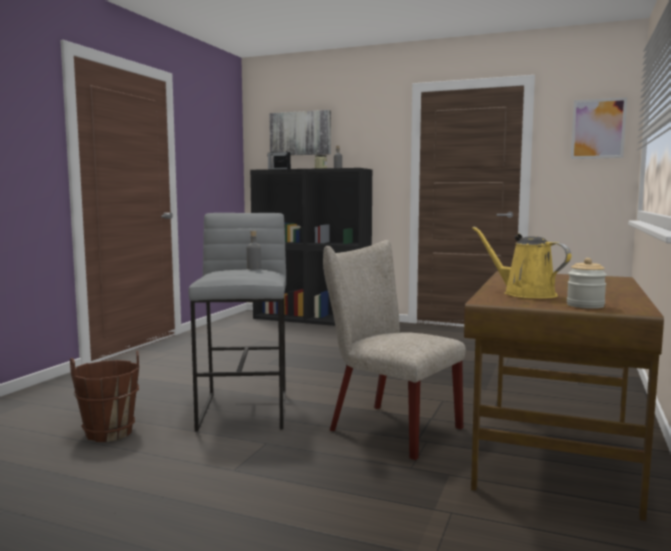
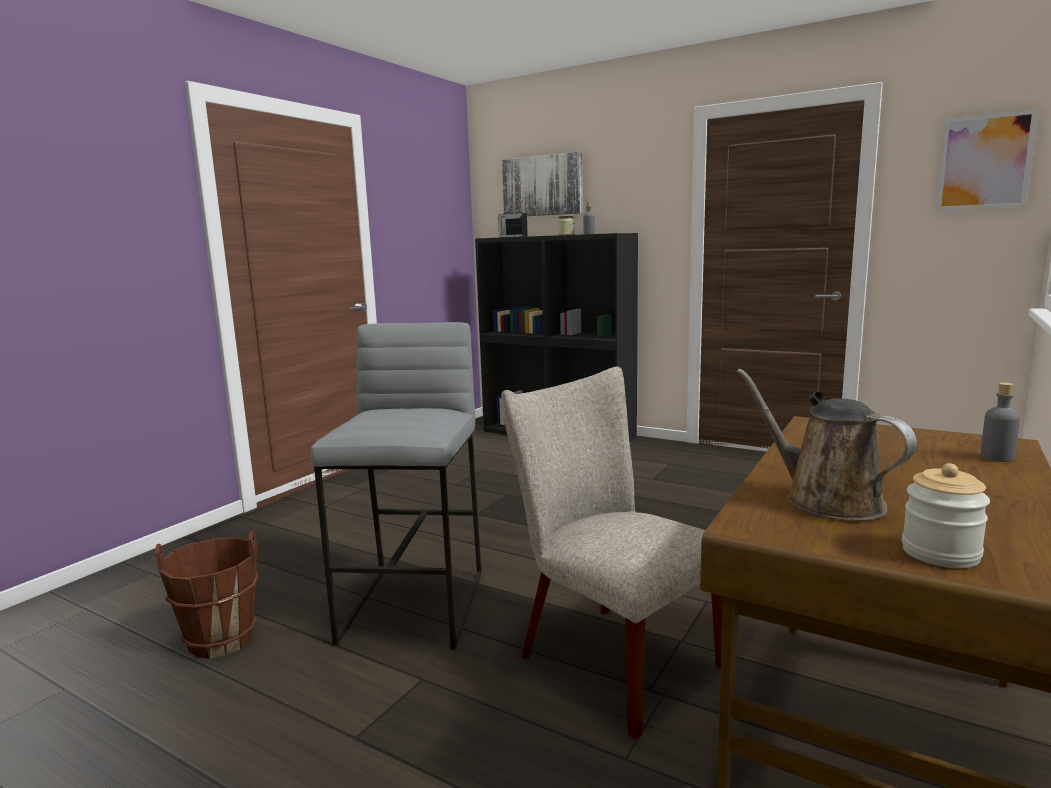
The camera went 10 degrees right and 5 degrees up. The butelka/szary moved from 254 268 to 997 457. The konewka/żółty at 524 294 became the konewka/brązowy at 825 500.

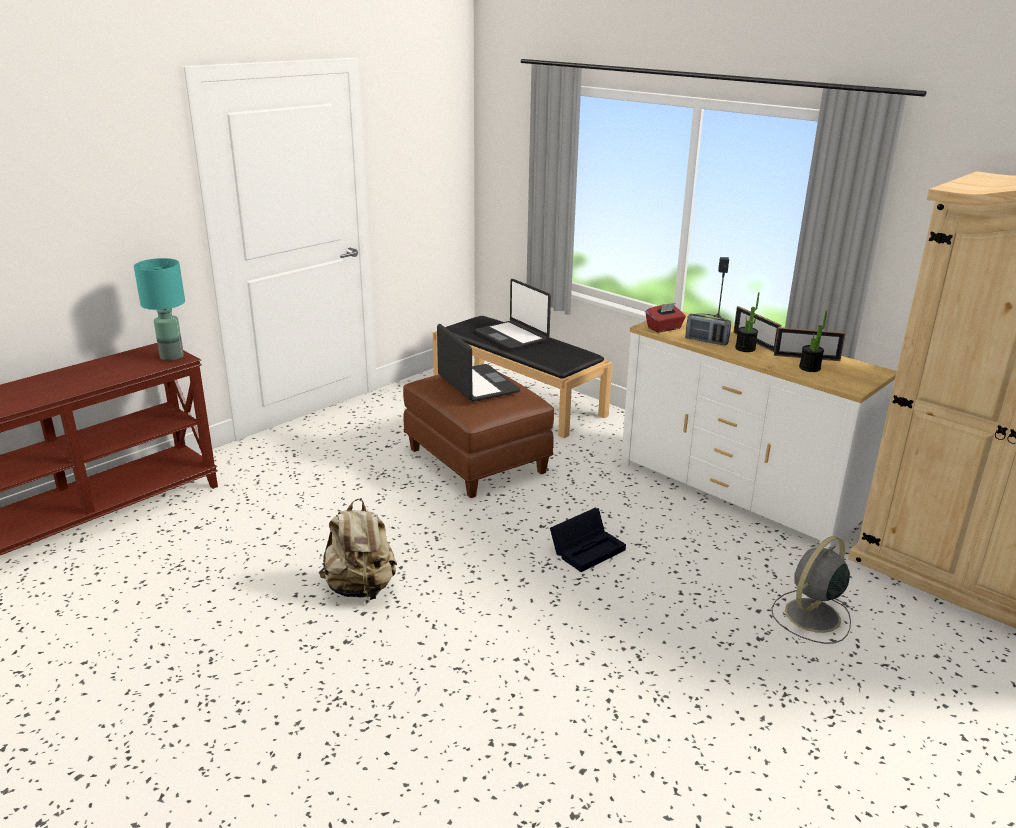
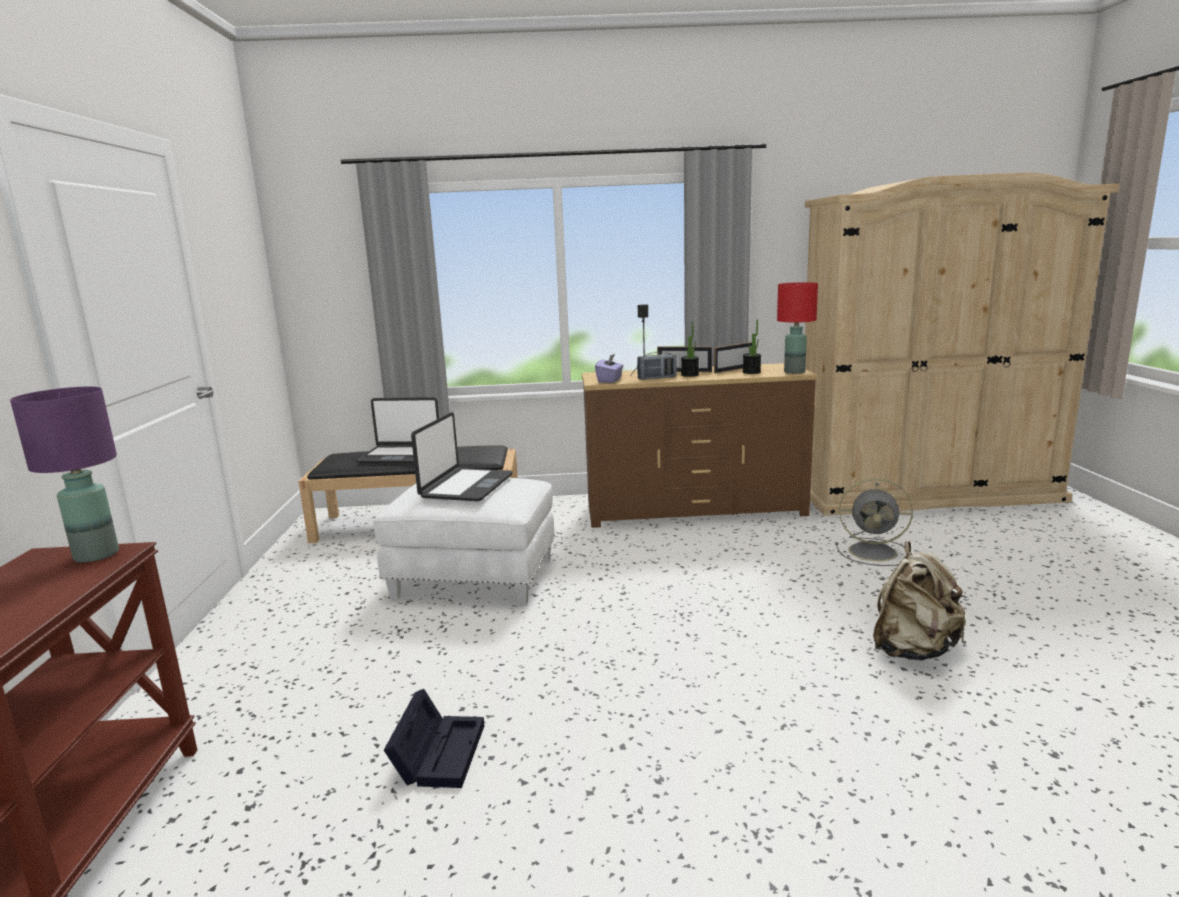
The camera went 45 degrees left and 10 degrees down. The lampa stołowa/turkusowy at 172 356 became the lampa stołowa/fioletowy at 97 554. The plecak/beżowy moved from 361 588 to 913 650. The pufa/brązowy at 475 460 became the pufa/biały at 472 578. The laptop at 477 385 turned 90 degrees clockwise. The pojemnik do przechowywania/czarny moved from 588 549 to 439 751. The komoda/biały at 736 490 became the komoda/brązowy at 694 510. The pudełko chusteczek/czerwony at 664 328 became the pudełko chusteczek/fioletowy at 610 380. The wentylator/szary at 811 616 turned 75 degrees counterclockwise. The lampa stołowa/czerwony at 794 372 appeared.

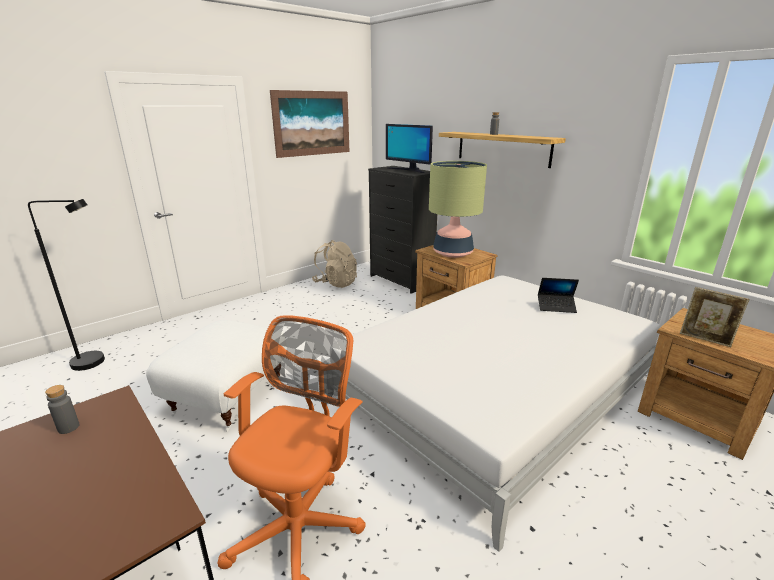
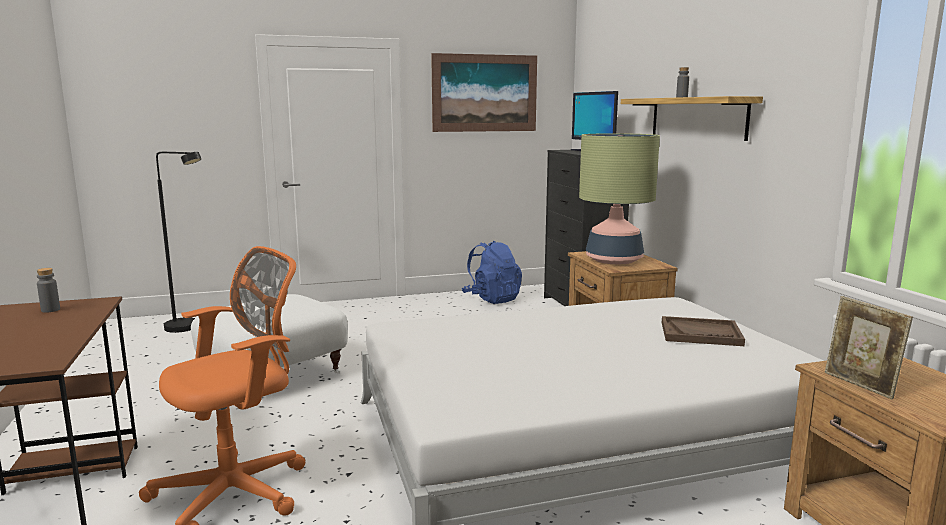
The camera went 25 degrees right and 10 degrees down. The plecak/beżowy at 336 283 became the plecak/niebieski at 492 299. The laptop at 556 307 was replaced by the taca/brązowy at 701 333.

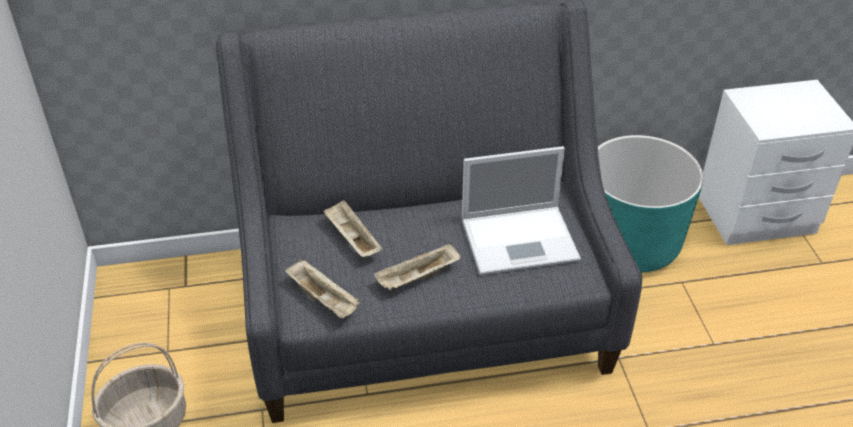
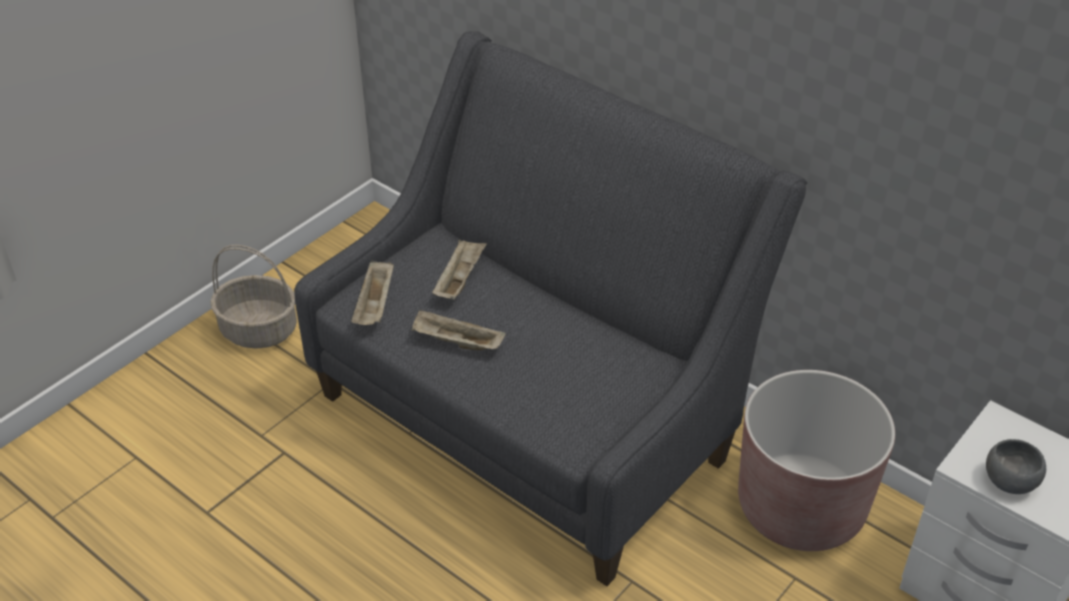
The camera went 50 degrees right and 0 degrees up. The laptop at 521 239 disappeared. The donica/turkusowy at 630 244 became the donica/brązowy at 800 507. The miska/szary at 1010 480 appeared.

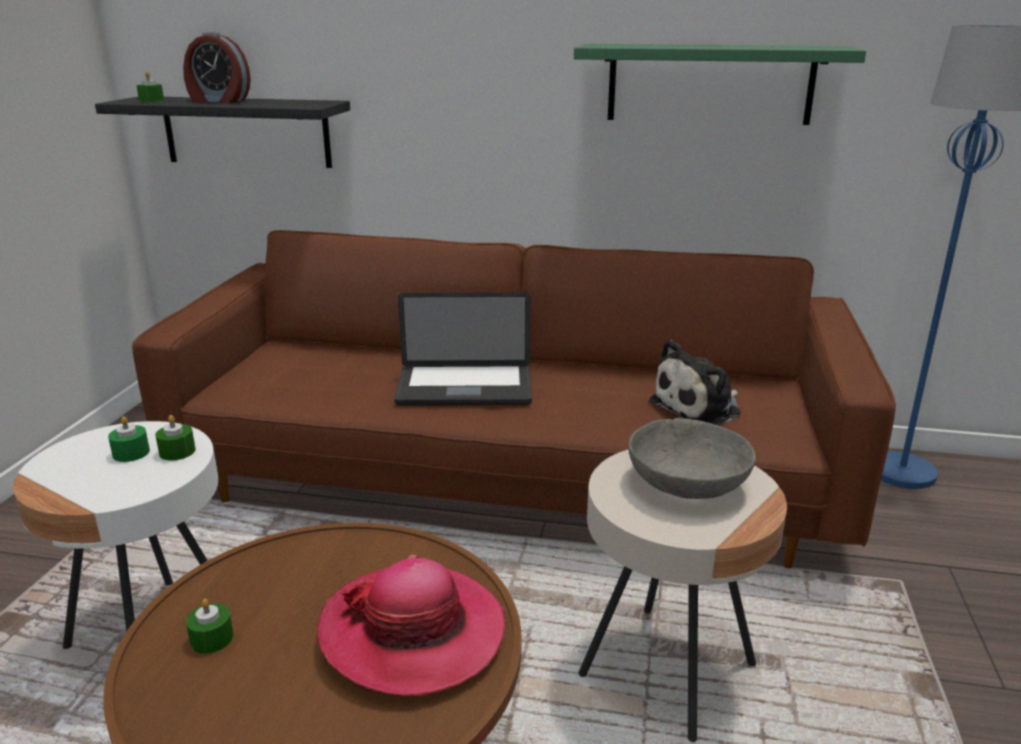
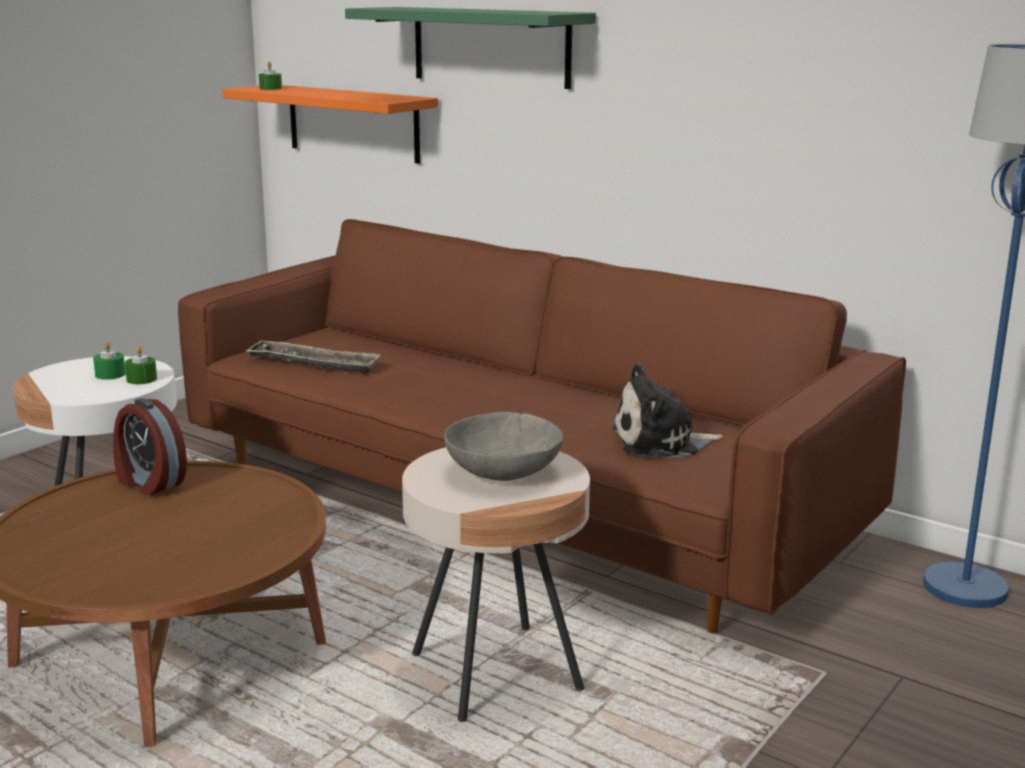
The camera went 25 degrees right and 5 degrees down. The półka/czarny at 246 132 became the półka/pomarańczowy at 353 123. The budzik moved from 218 101 to 149 482. The świeca/zielony at 212 638 disappeared. The kapelusz at 413 632 disappeared. The laptop at 464 388 disappeared. The półka/zielony moved from 709 84 to 490 46. The taca at 313 364 appeared.

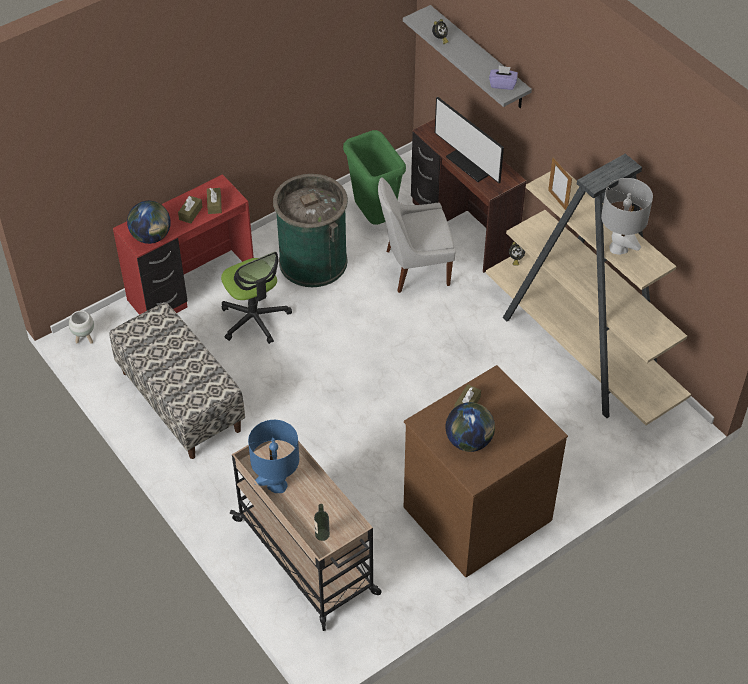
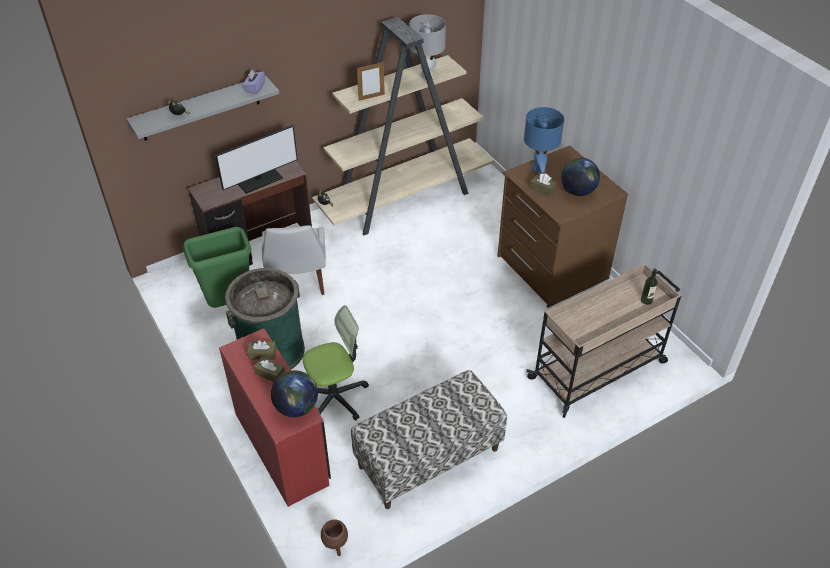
The camera went 85 degrees left and 5 degrees down. The donica/biały at 84 339 became the donica/brązowy at 335 547. The lampa stołowa/niebieski moved from 277 485 to 538 168.

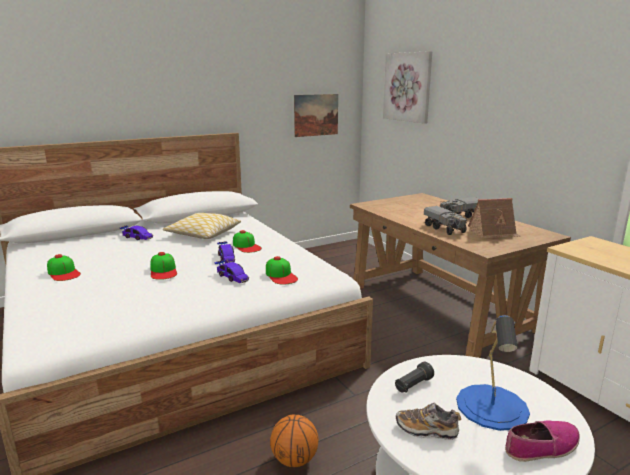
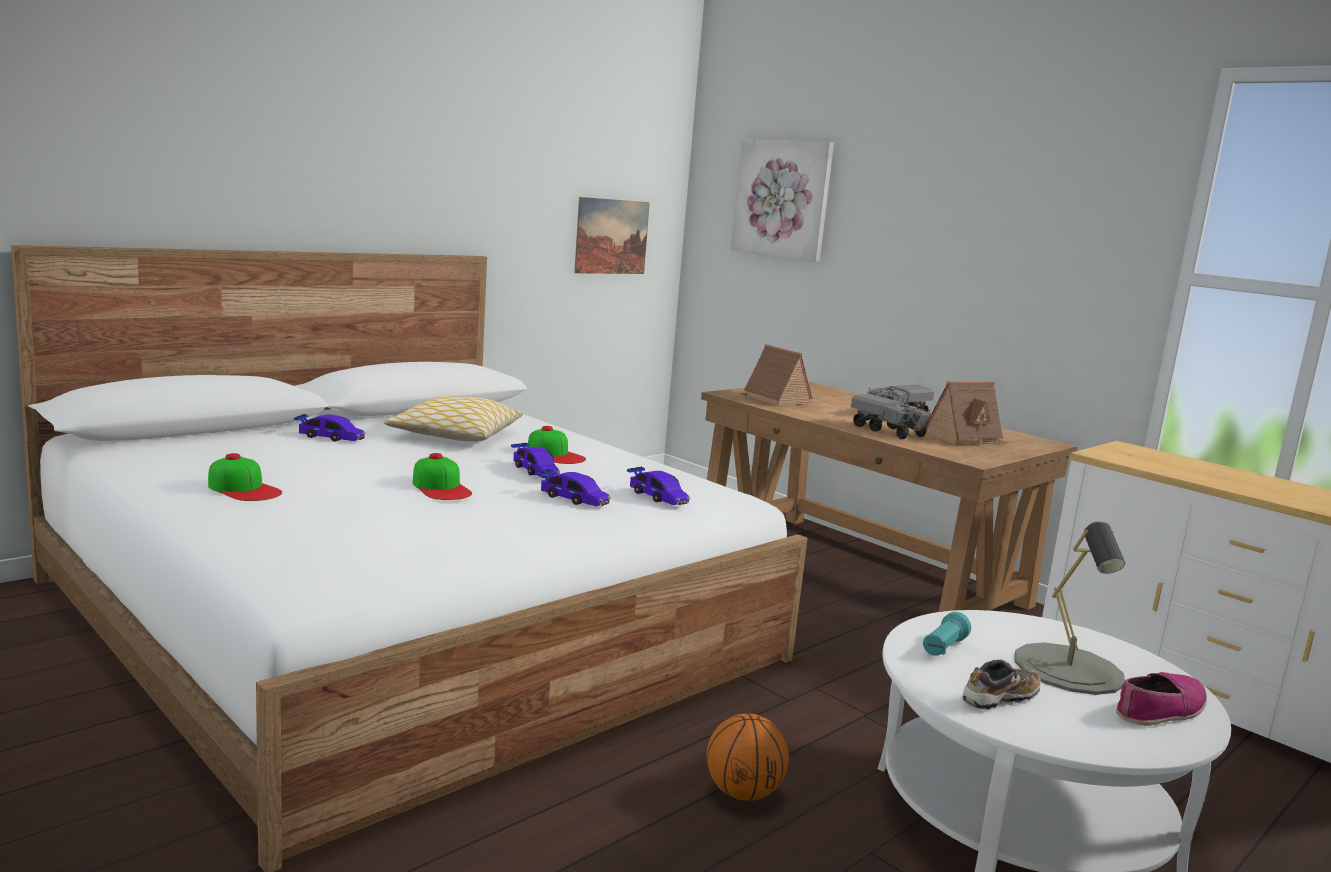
The camera went 15 degrees left and 5 degrees down. The czapka z daszkiem at 281 275 was replaced by the samochodzik at 657 496. The latarka/czarny at 413 385 became the latarka/turkusowy at 943 648. The but at 426 430 turned 150 degrees clockwise. The lampa stołowa/niebieski at 492 407 became the lampa stołowa/szary at 1068 669. The domek at 774 399 appeared.

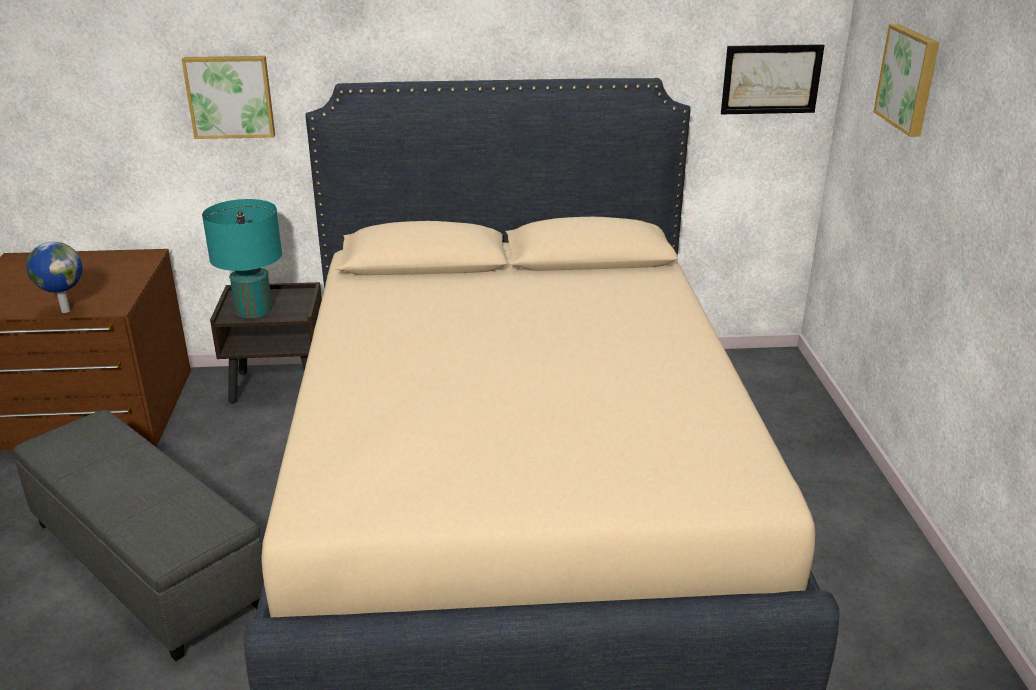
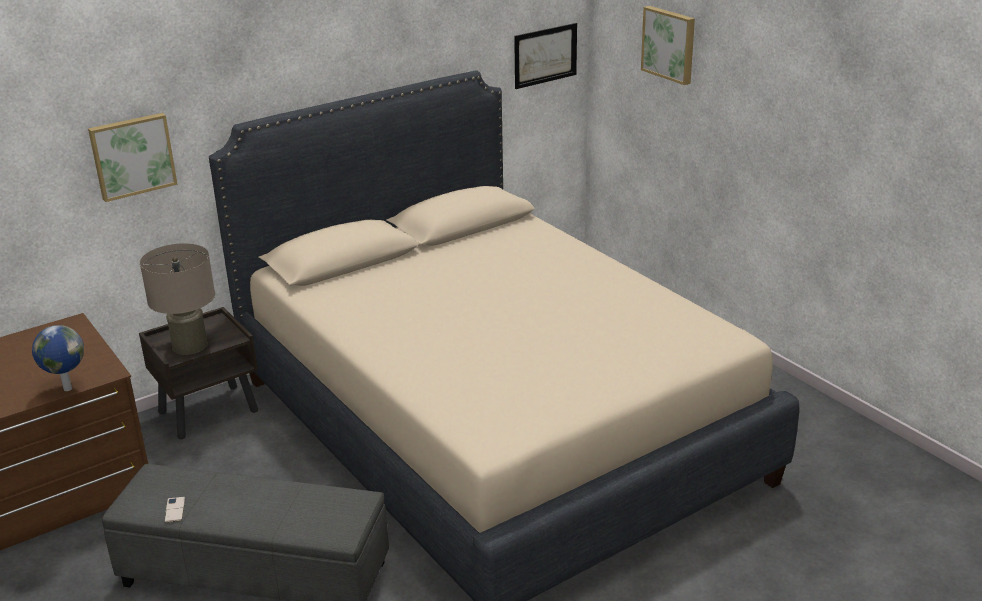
The camera went 30 degrees left and 0 degrees up. The lampa stołowa/turkusowy at 254 309 became the lampa stołowa/beżowy at 190 345. The telefon at 174 510 appeared.

